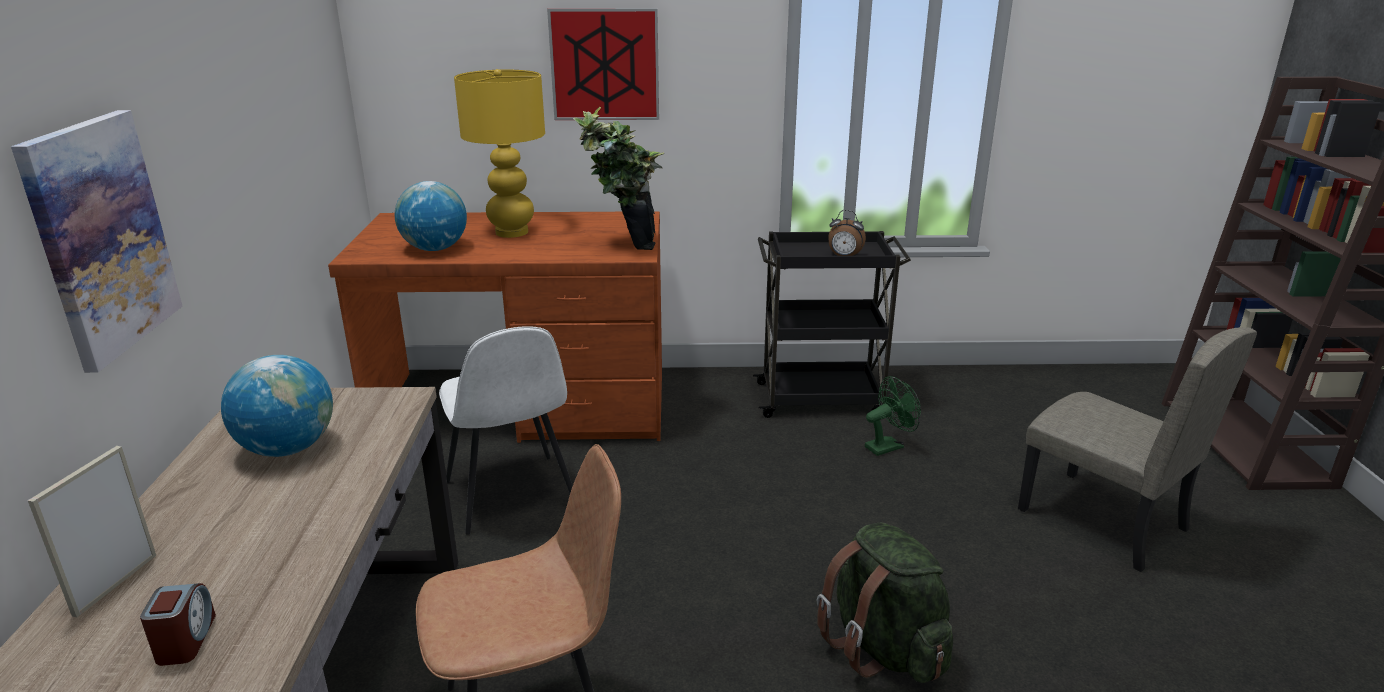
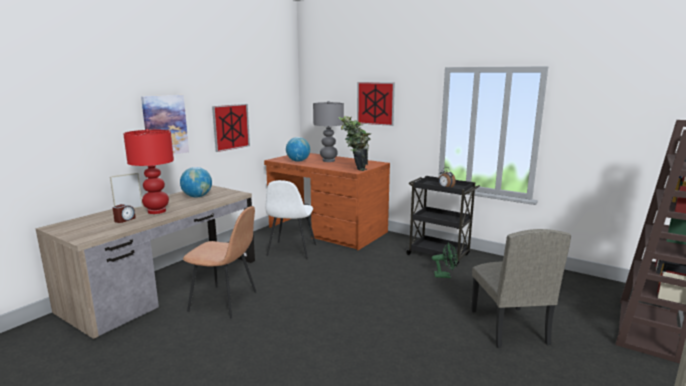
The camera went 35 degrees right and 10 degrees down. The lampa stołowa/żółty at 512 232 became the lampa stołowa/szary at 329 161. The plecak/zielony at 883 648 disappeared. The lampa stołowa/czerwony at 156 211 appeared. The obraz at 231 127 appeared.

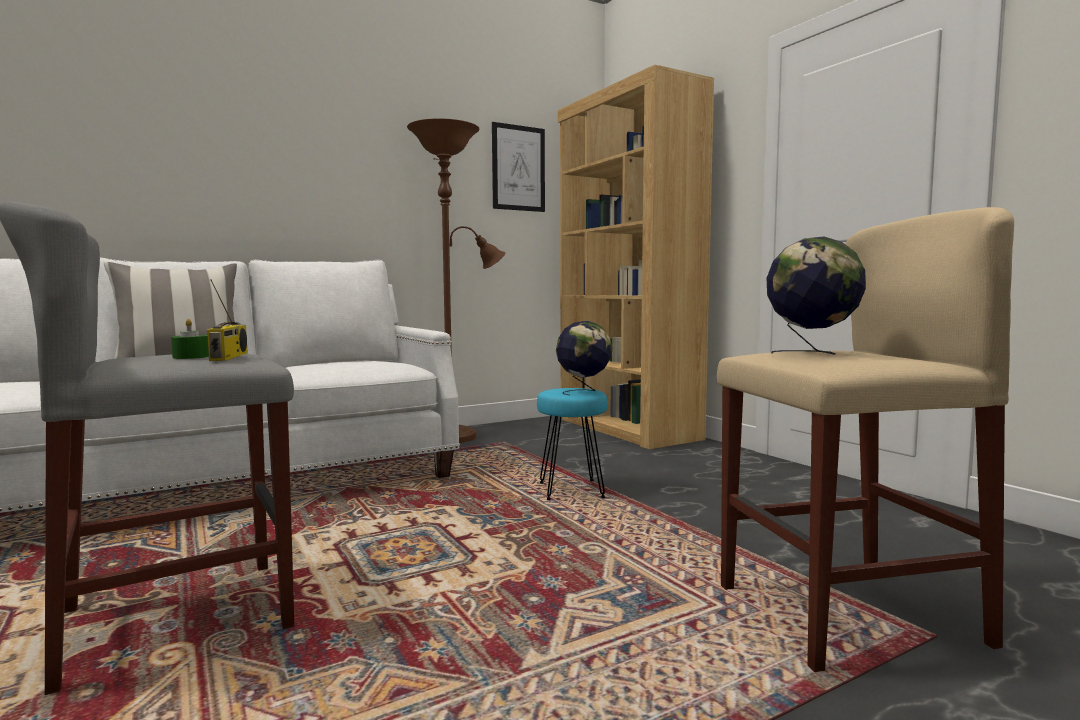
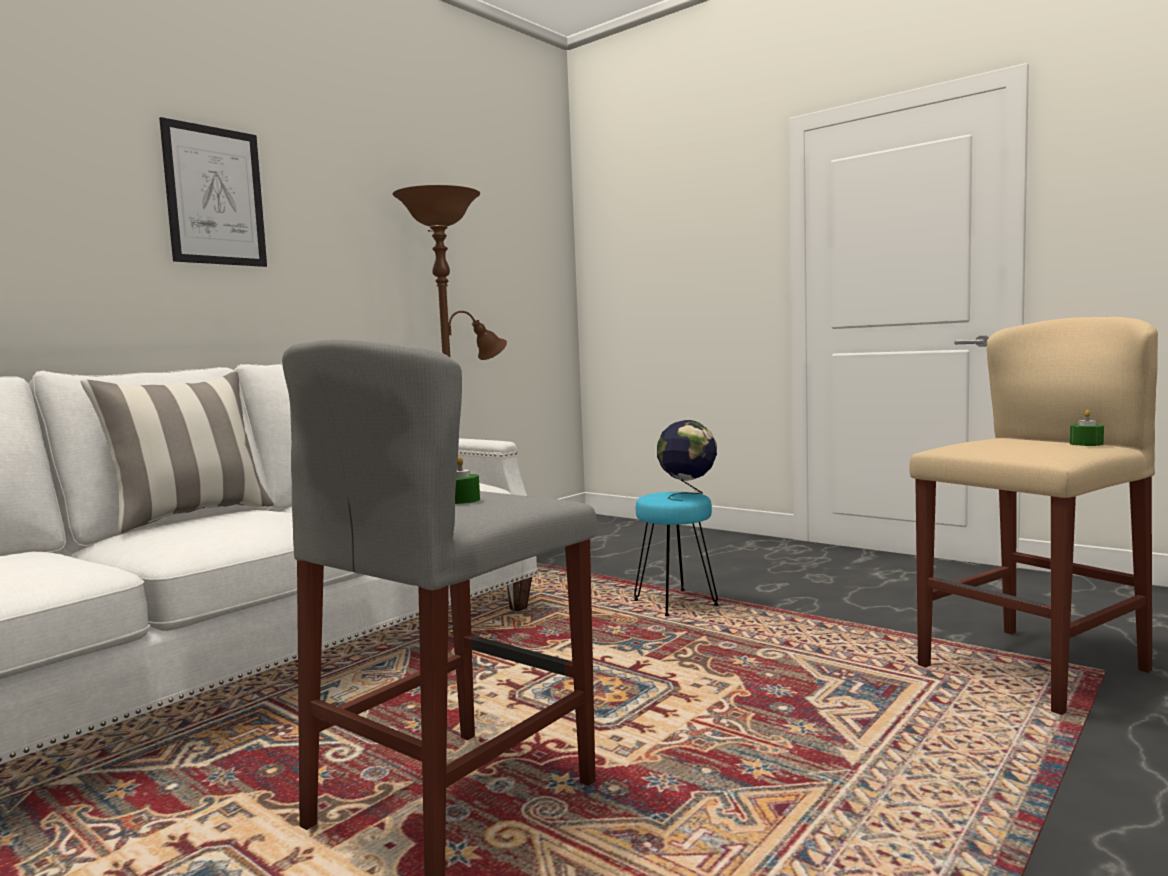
The camera went 20 degrees left and 0 degrees up. The radio at 230 357 disappeared. The obraz moved from 518 168 to 215 196. The regał/brązowy at 626 429 disappeared. The globus at 812 353 disappeared. The świeca/zielony at 1086 444 appeared.

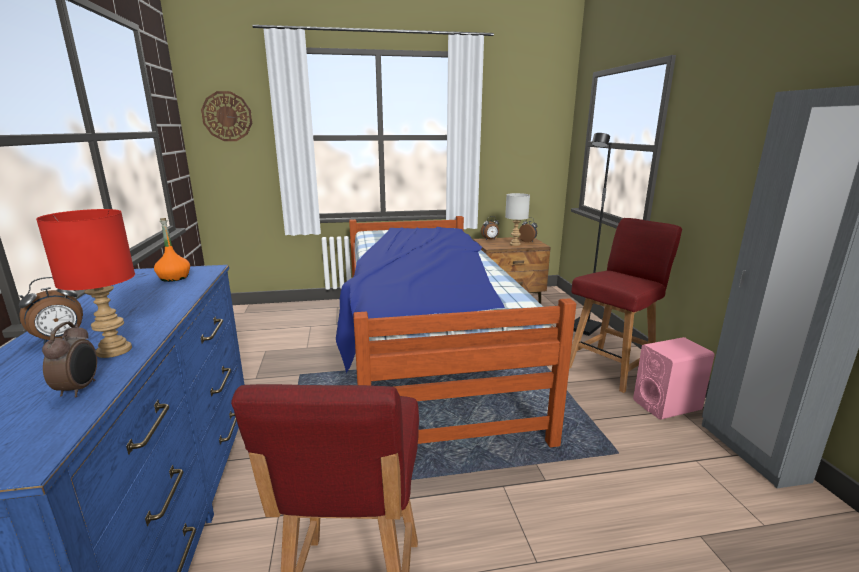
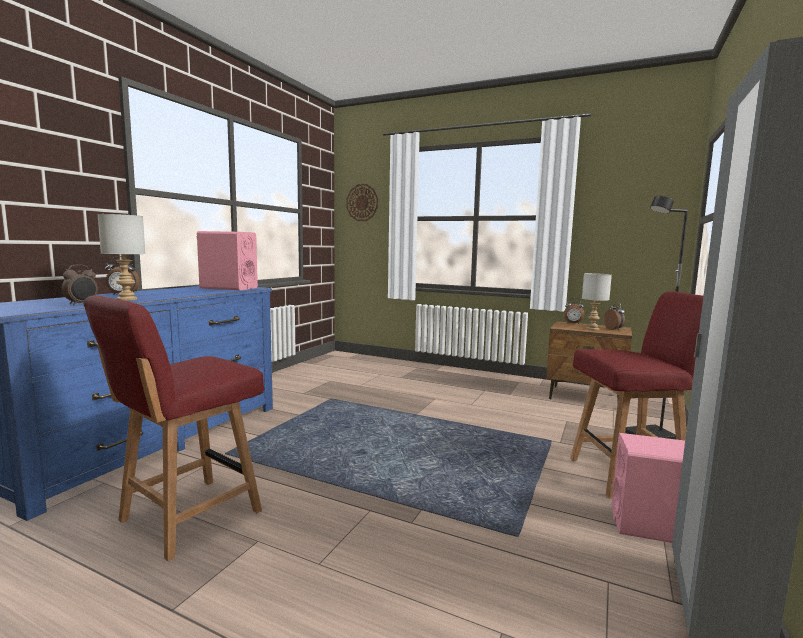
The camera went 35 degrees right and 10 degrees down. The lampa stołowa/czerwony at 115 351 became the lampa stołowa/szary at 126 299. The butelka/pomarańczowy at 174 278 was replaced by the głośnik/różowy at 228 288. The łóżko at 425 355 disappeared.

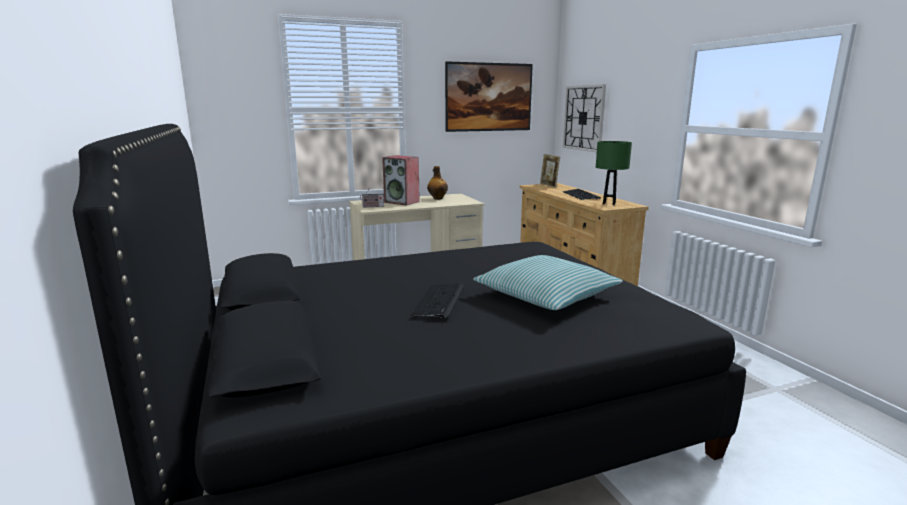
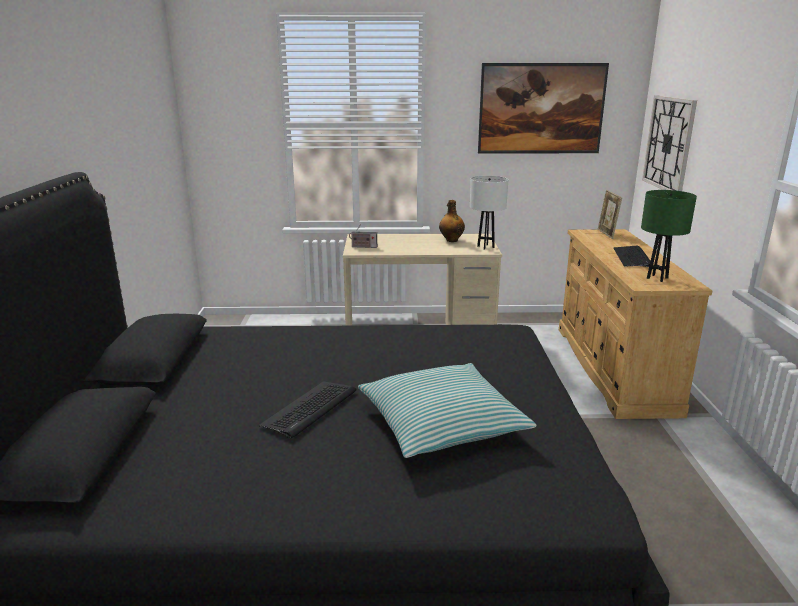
The camera went 20 degrees right and 5 degrees up. The głośnik at 402 202 disappeared. The lampa stołowa/biały at 486 247 appeared.

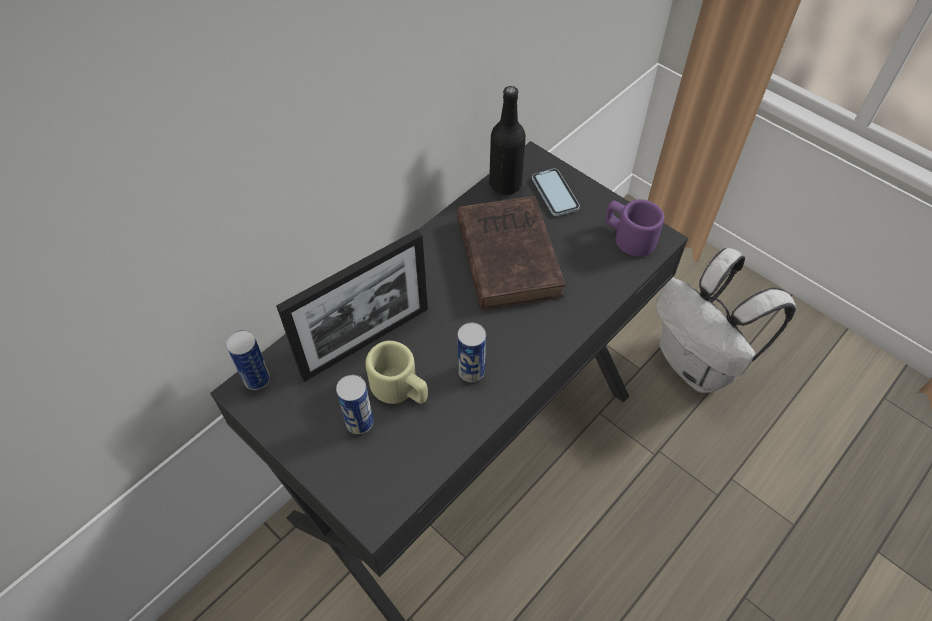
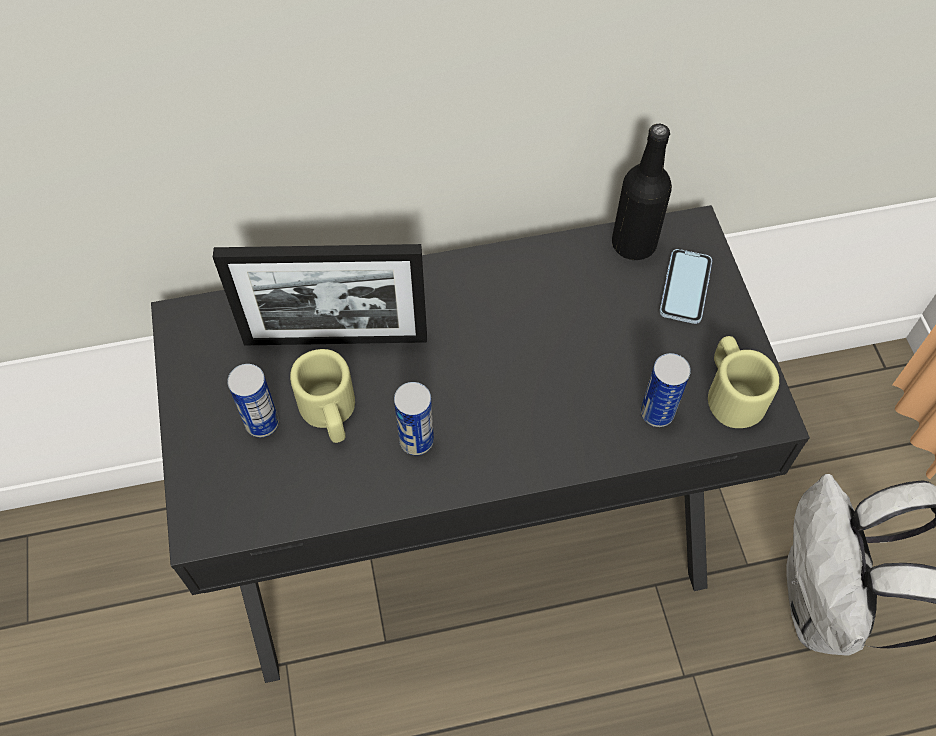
The camera went 35 degrees right and 5 degrees up. The puszka moved from 257 379 to 657 413. The książka/brązowy at 507 254 disappeared. The kubek/fioletowy at 628 237 became the kubek/beżowy at 731 393.

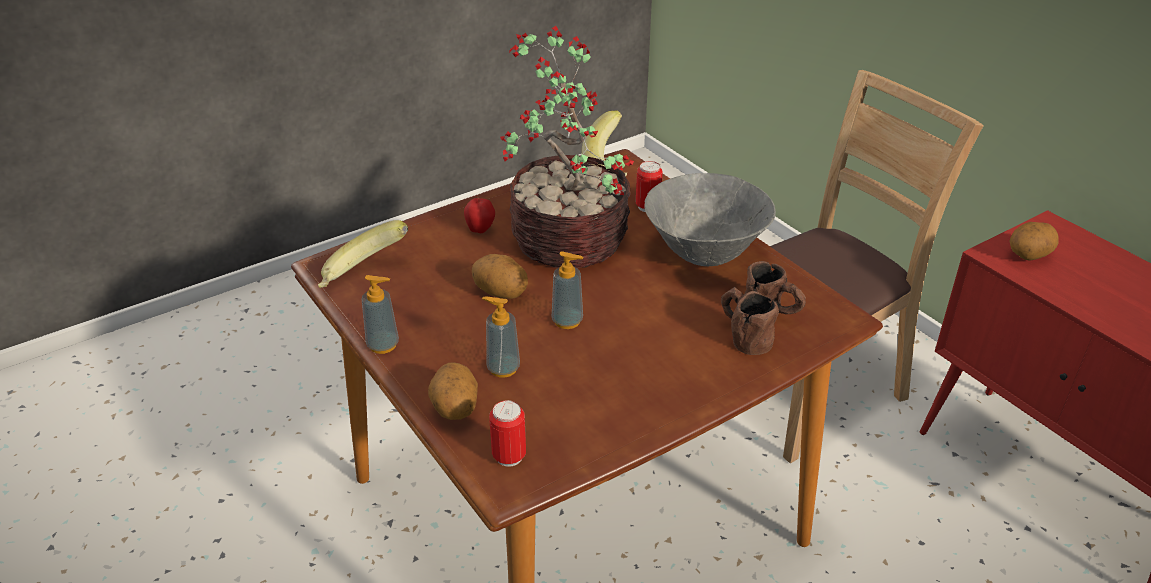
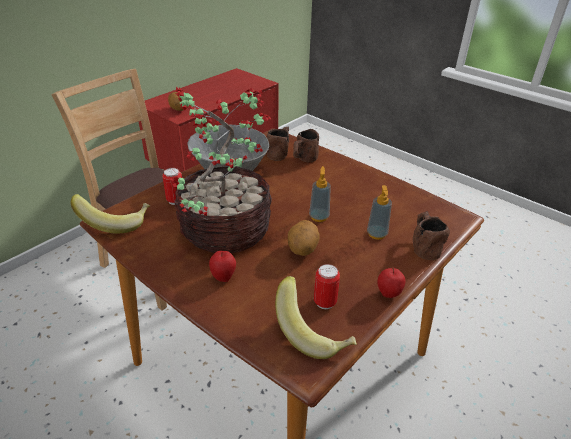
The camera went 105 degrees left and 0 degrees up. The dozownik mydła at 383 345 was replaced by the jabłko at 388 294. The ziemniak at 454 409 was replaced by the kubek/brązowy at 423 246. The puszka moved from 509 456 to 325 302.

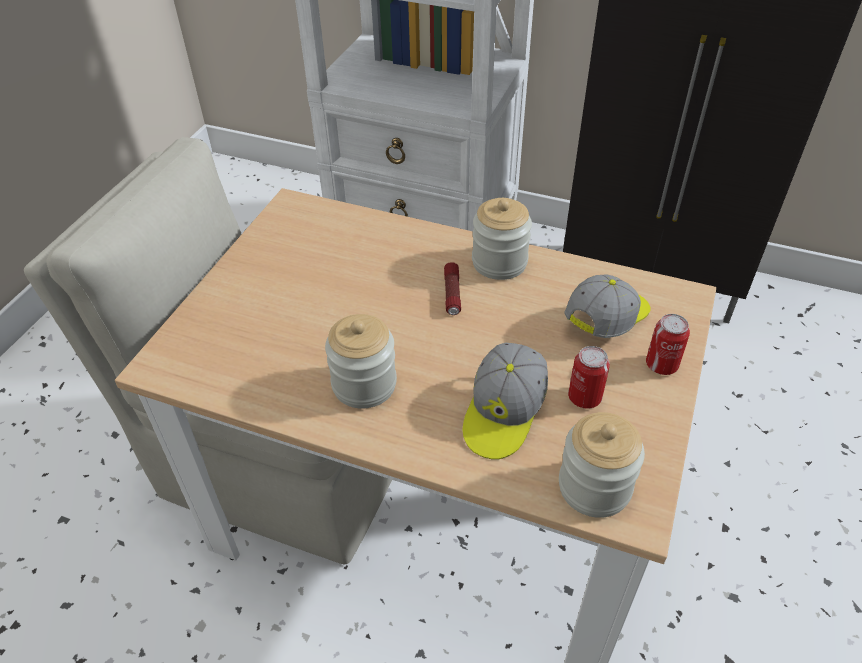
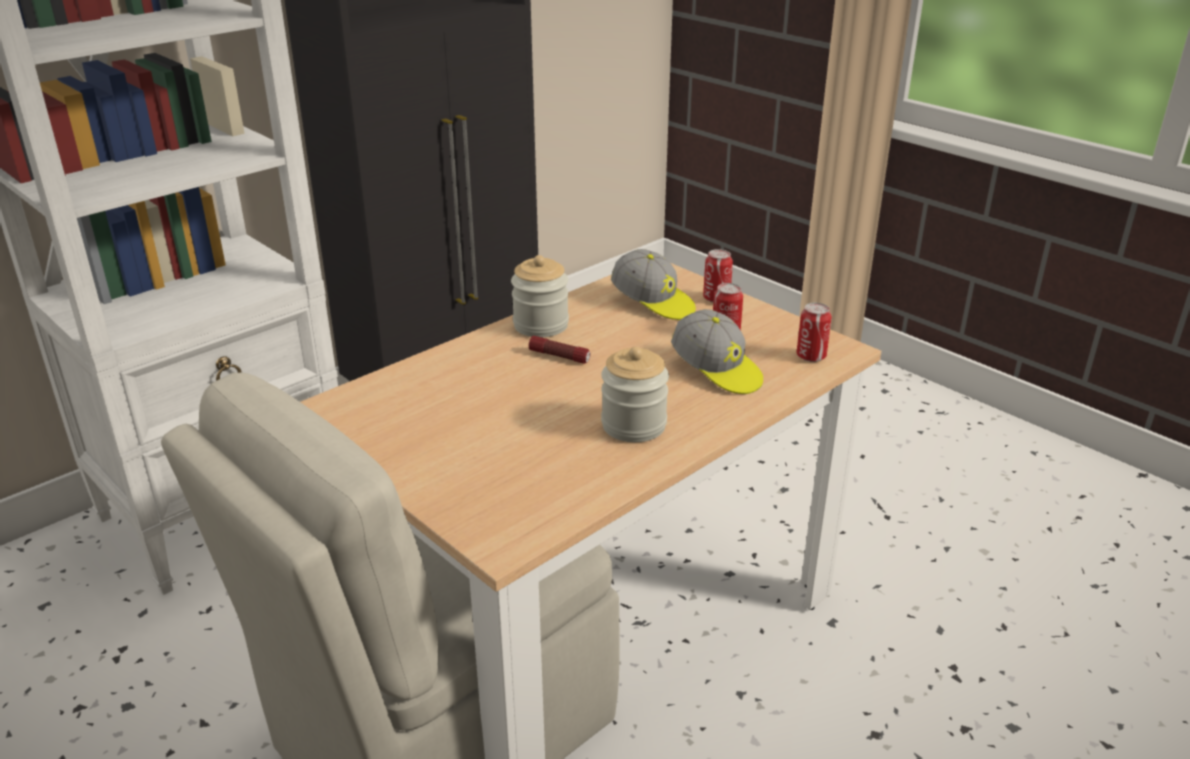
The camera went 65 degrees left and 15 degrees down. The słoik at 594 487 was replaced by the puszka at 811 356. The czapka z daszkiem at 607 320 turned 150 degrees clockwise.

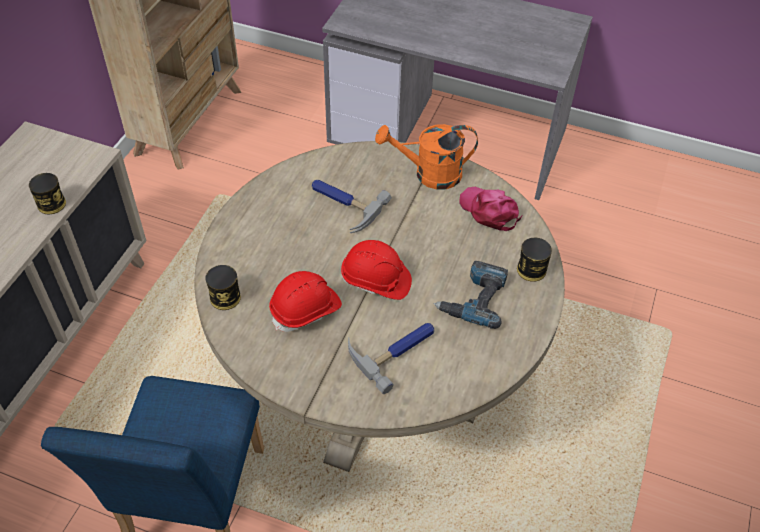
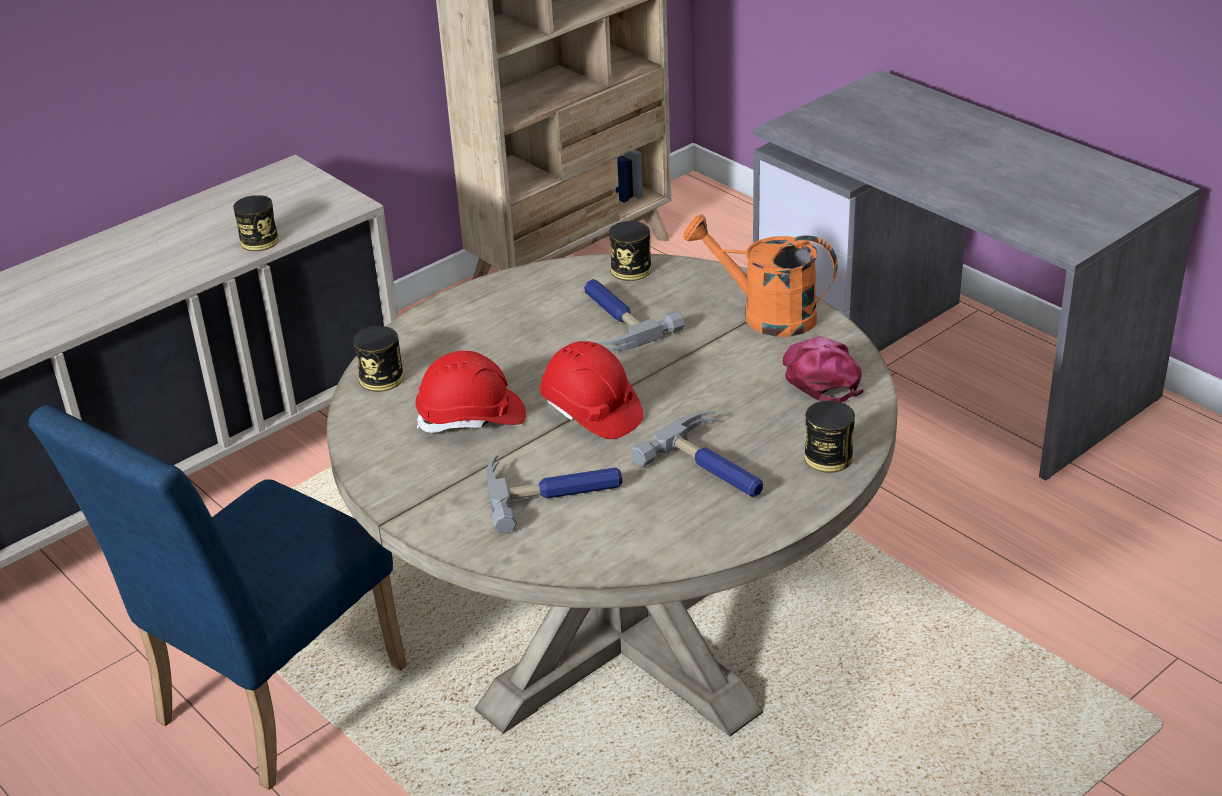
The camera went 30 degrees right and 15 degrees down. The wiertarka at 473 298 was replaced by the młotek at 713 466. The puszka at 631 270 appeared.

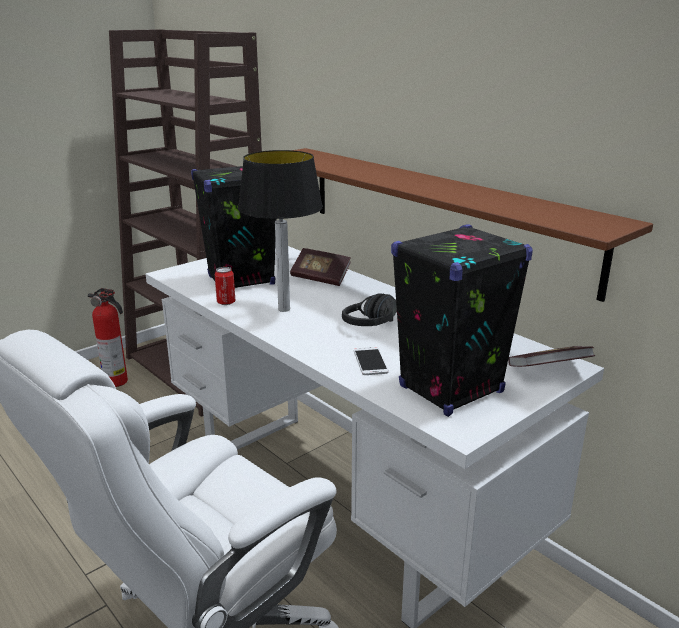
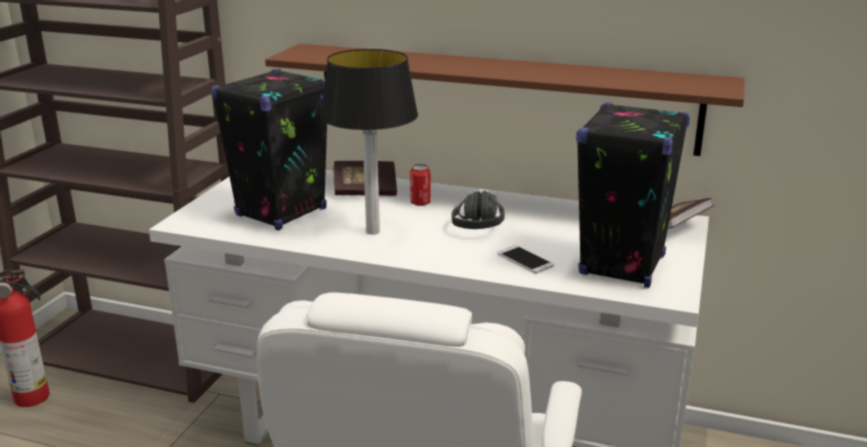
The camera went 30 degrees left and 0 degrees up. The puszka moved from 226 302 to 420 203.

